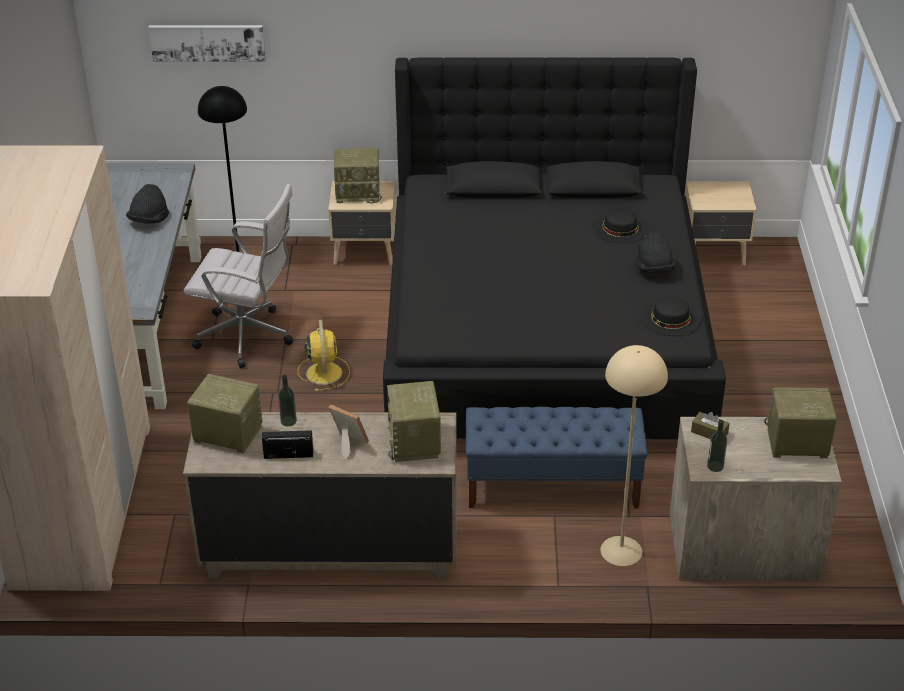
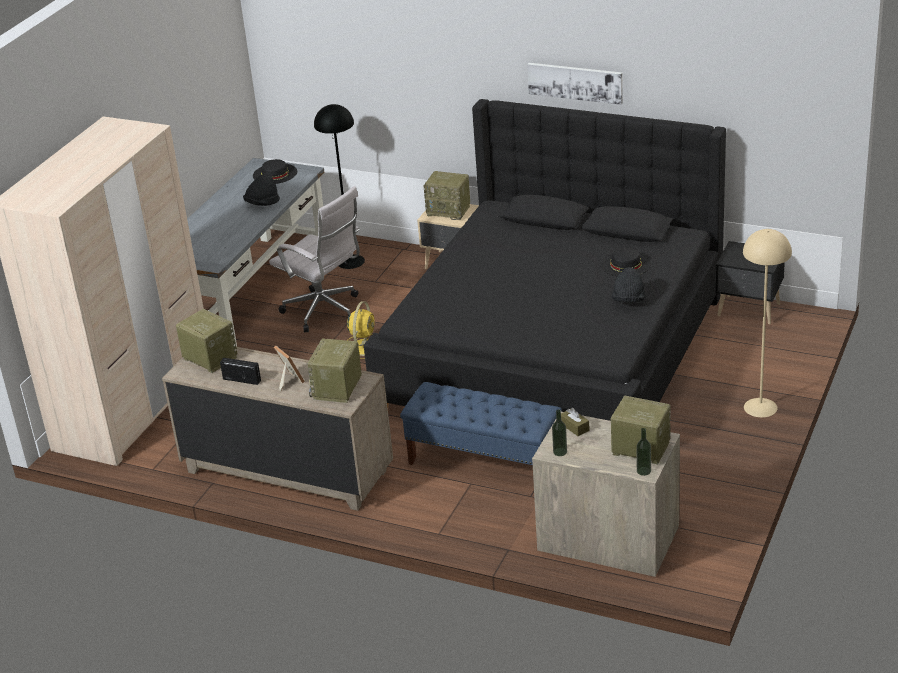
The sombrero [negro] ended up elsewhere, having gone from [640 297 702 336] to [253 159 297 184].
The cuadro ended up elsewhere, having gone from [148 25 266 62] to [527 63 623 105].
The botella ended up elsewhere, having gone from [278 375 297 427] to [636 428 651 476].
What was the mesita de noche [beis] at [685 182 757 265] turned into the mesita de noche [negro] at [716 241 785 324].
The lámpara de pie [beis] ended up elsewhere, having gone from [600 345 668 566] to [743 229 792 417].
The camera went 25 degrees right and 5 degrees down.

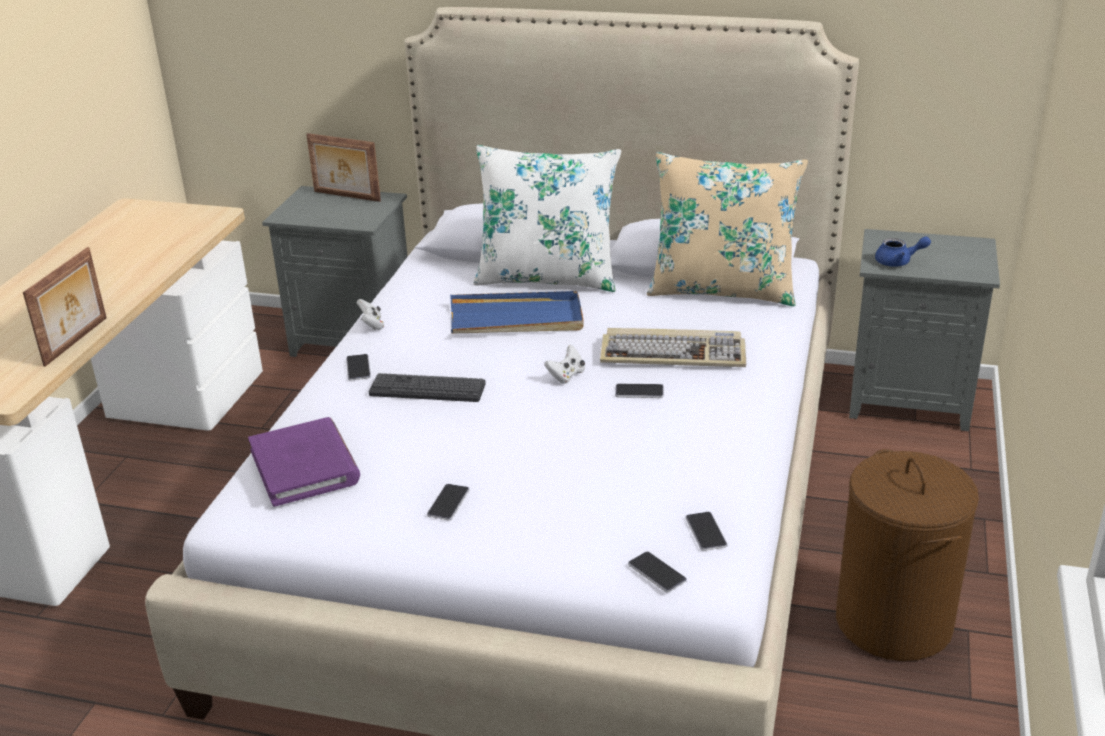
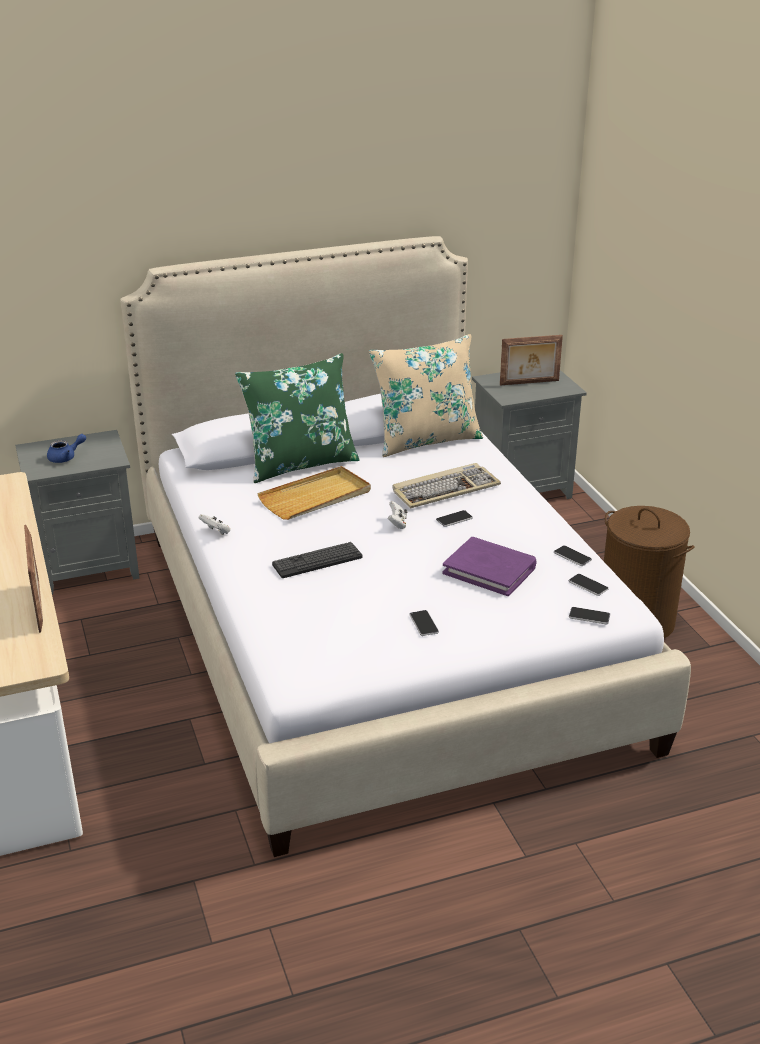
The tetera [azul] ended up elsewhere, having gone from [875 236 931 267] to [47 434 86 463].
What was the cojín [blanco] at [473 145 621 292] turned into the cojín [verde] at [235 353 360 483].
What was the bandeja [azul] at [450 291 584 334] turned into the bandeja [beis] at [257 466 371 520].
The libro [morado] ended up elsewhere, having gone from [248 417 360 507] to [442 537 537 596].
The portarretratos ended up elsewhere, having gone from [306 133 381 202] to [500 335 563 385].
The móvil ended up elsewhere, having gone from [346 354 371 381] to [554 545 592 566].
The camera went 35 degrees left and 0 degrees up.

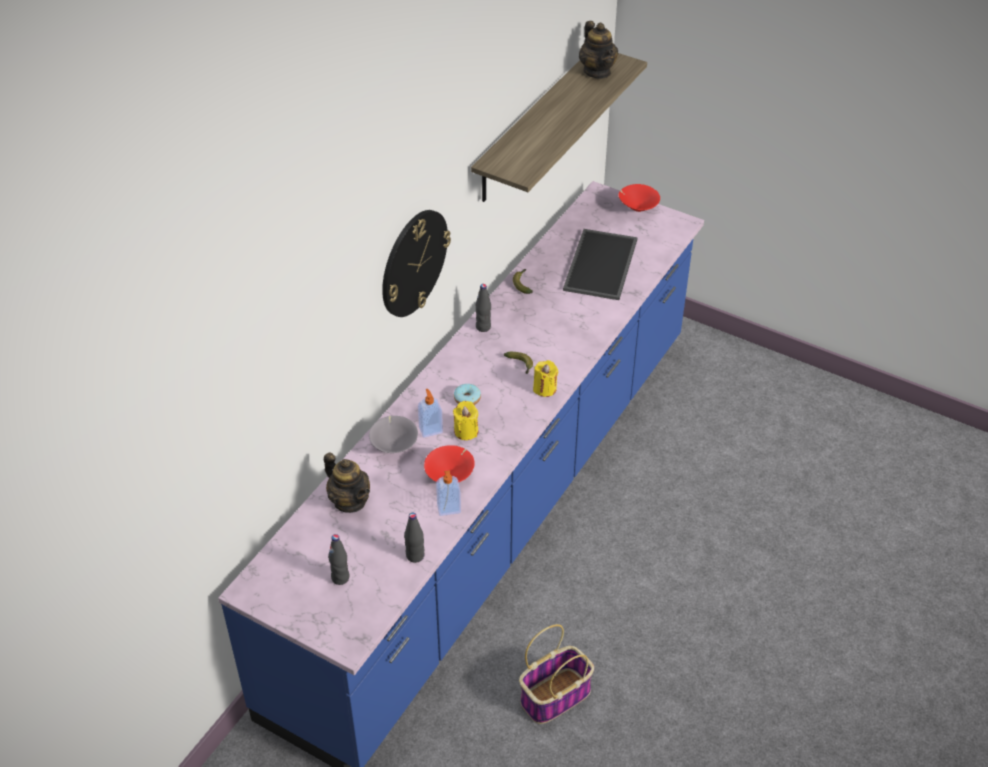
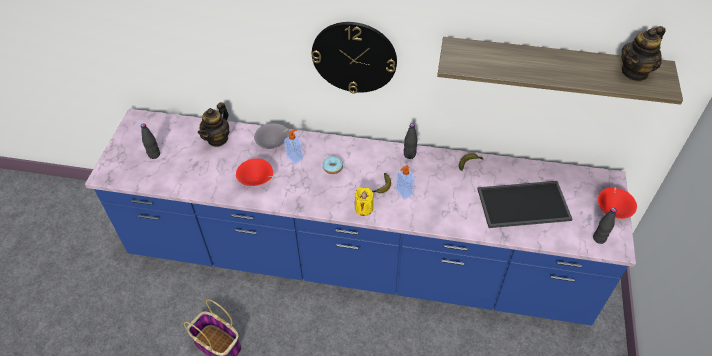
The dispensador de jabón ended up elsewhere, having gone from [436 470 461 516] to [396 165 414 200].
The botella [negro] ended up elsewhere, having gone from [404 513 424 563] to [593 208 617 244].
The second view lost the vela [amarillo] at [453 401 478 440].
The camera went 70 degrees right and 5 degrees up.

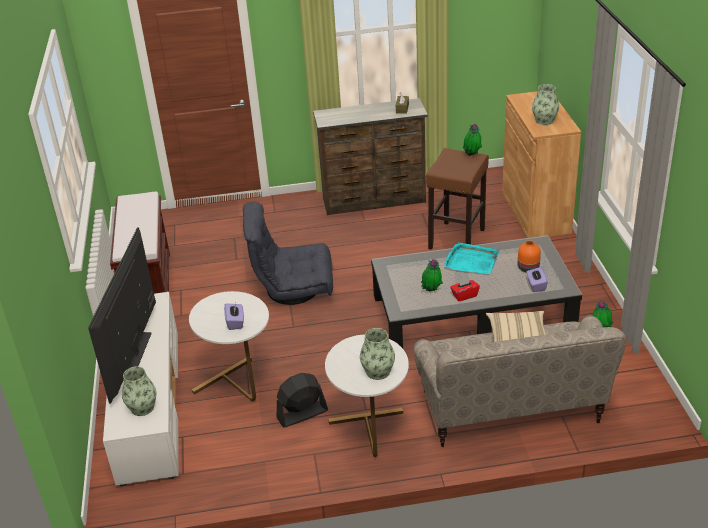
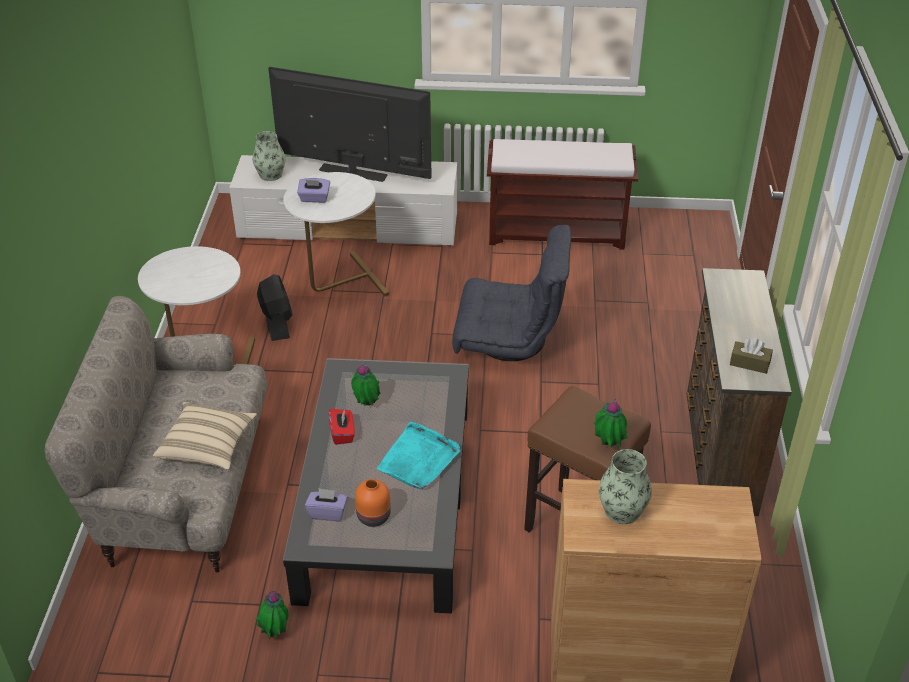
The sillón [gris] at [243 202 333 305] ended up facing another way, 90 degrees clockwise from before.
The second view lost the florero at [360 328 395 380].
The camera went 100 degrees right and 5 degrees up.

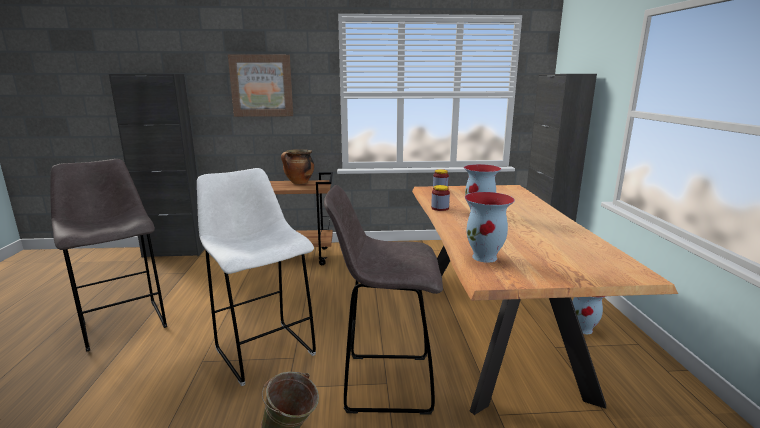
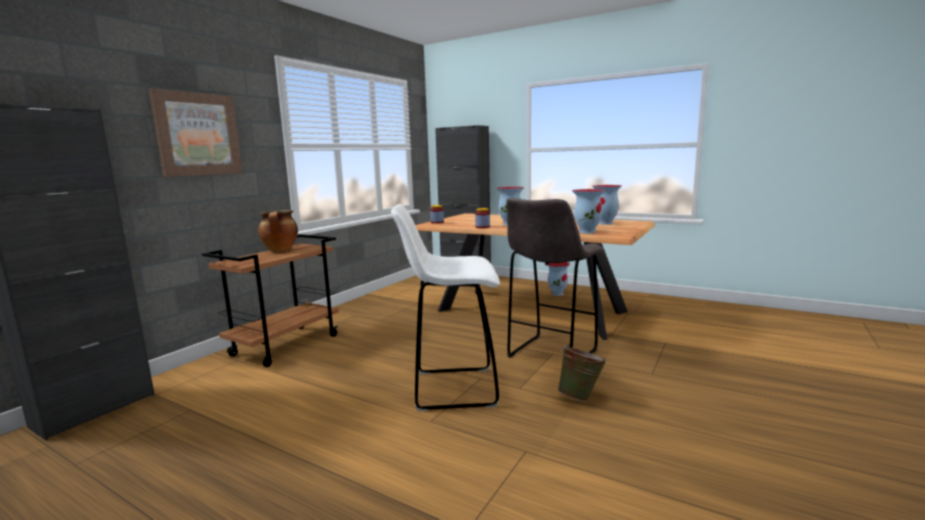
The second view gained the florero at [592 185 622 225].
The second view lost the taburete [gris] at [50 159 167 352].
The camera went 55 degrees left and 5 degrees down.

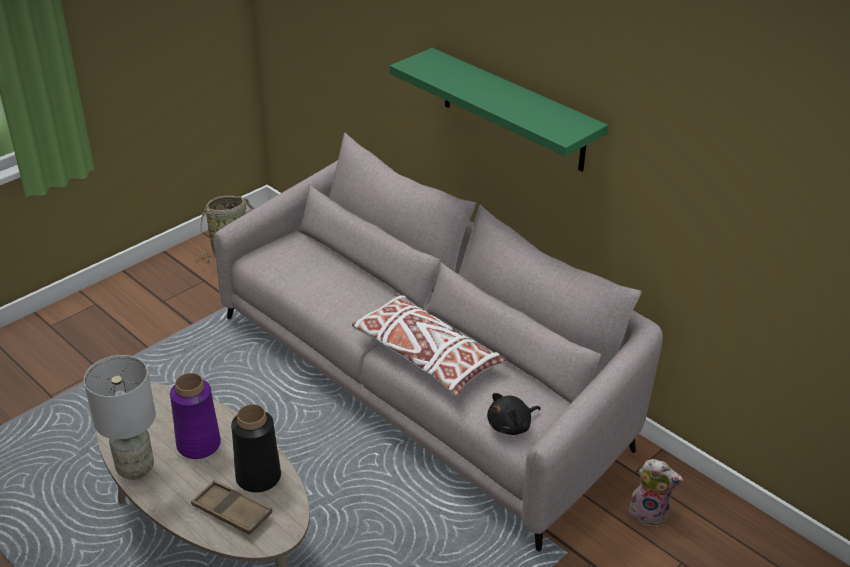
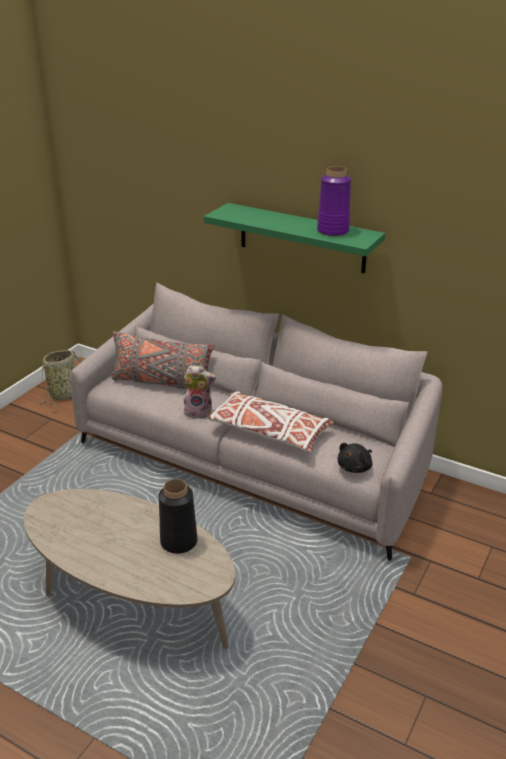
The second view gained the cojín [gris] at [112 331 214 389].
The peluche ended up elsewhere, having gone from [629 459 683 526] to [184 365 216 419].
The florero [morado] ended up elsewhere, having gone from [170 373 221 459] to [317 166 351 236].
The second view lost the lámpara de mesa [gris] at [84 355 156 480].
The second view lost the bandeja [marrón] at [191 480 273 535].
The camera went 15 degrees left and 5 degrees down.

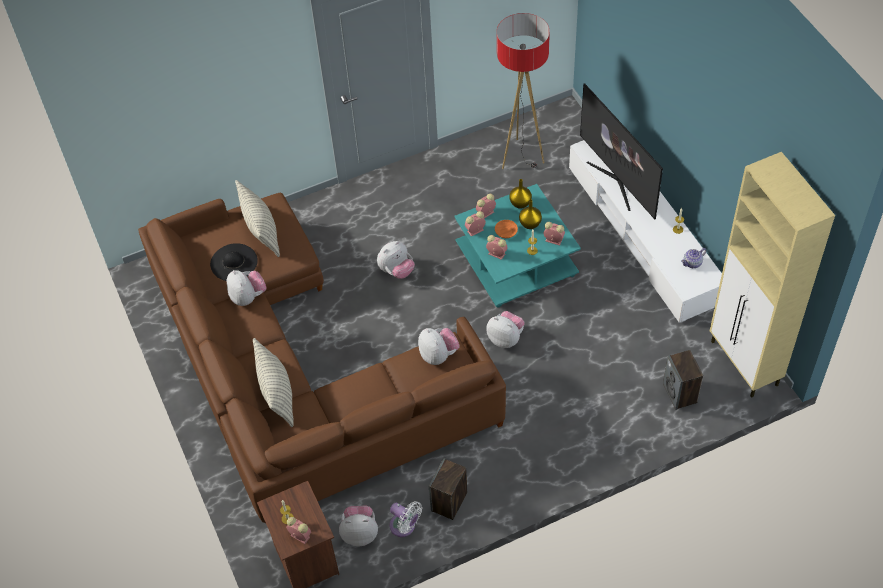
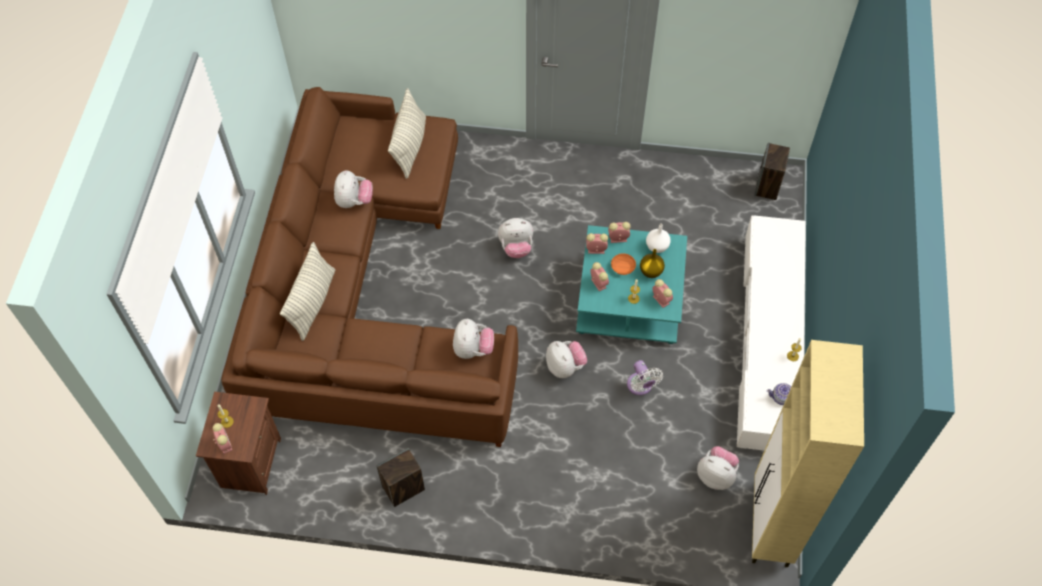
The ventilador [blanco] ended up elsewhere, having gone from [389 501 422 537] to [627 360 663 396].
What was the florero [amarillo] at [509 179 532 209] turned into the florero [blanco] at [646 224 671 253].
The peluche ended up elsewhere, having gone from [339 505 378 546] to [697 446 739 490].
The altavoz ended up elsewhere, having gone from [663 350 703 410] to [754 143 790 200].
The second view lost the sombrero [negro] at [210 243 258 281].
The second view lost the lámpara de pie at [497 13 550 169].
The second view lost the televisor at [580 83 663 219].
The camera went 30 degrees right and 5 degrees up.

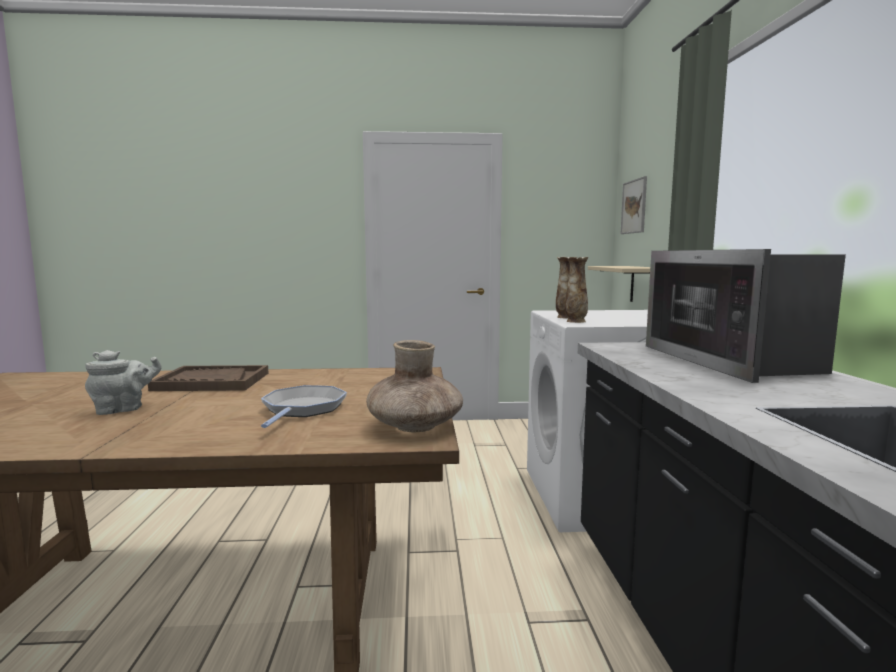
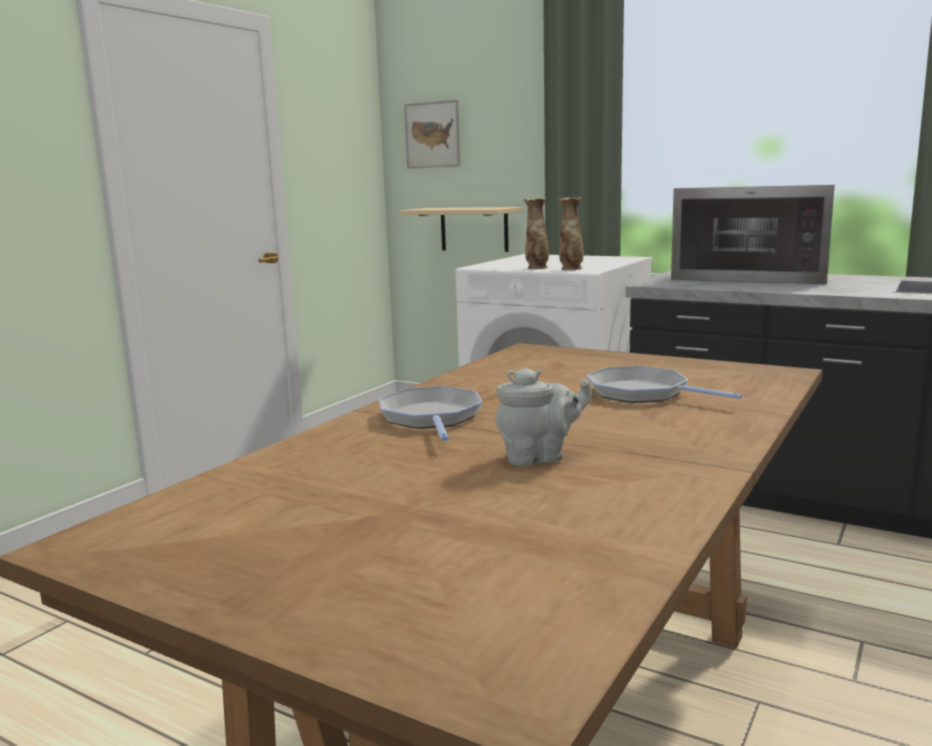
Where the bandeja [marrón] stood at [148 365 268 391], the sartén came to stand at [379 386 482 441].
The tetera [gris] at [85 350 162 415] ended up facing another way, 75 degrees clockwise from before.
The second view lost the florero [marrón] at [366 340 463 432].
The camera went 55 degrees left and 5 degrees up.

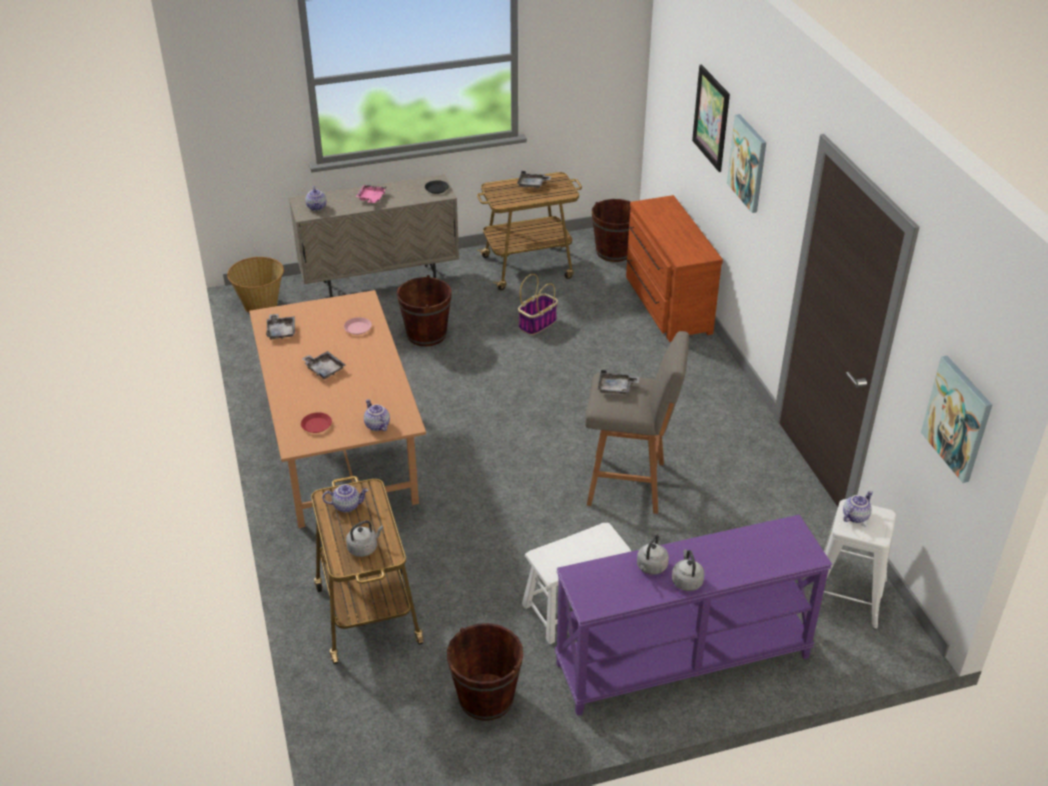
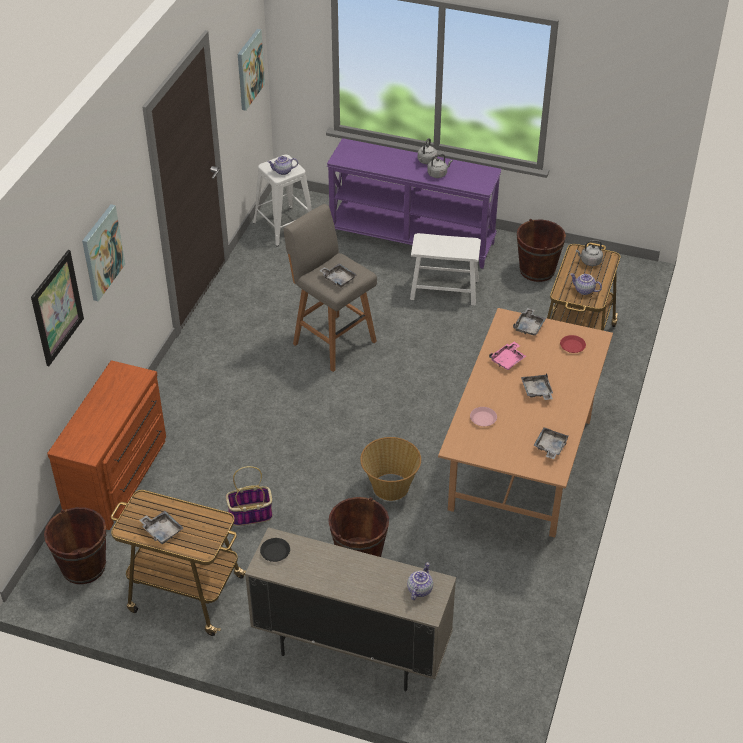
The cesta ended up elsewhere, having gone from [227 257 284 313] to [360 437 421 501].
The bandeja [rosa] ended up elsewhere, having gone from [356 185 386 203] to [489 342 526 370].
Where the tetera stood at [364 399 390 431], the bandeja [gris] came to stand at [513 308 546 336].
The camera went 145 degrees left and 5 degrees up.

